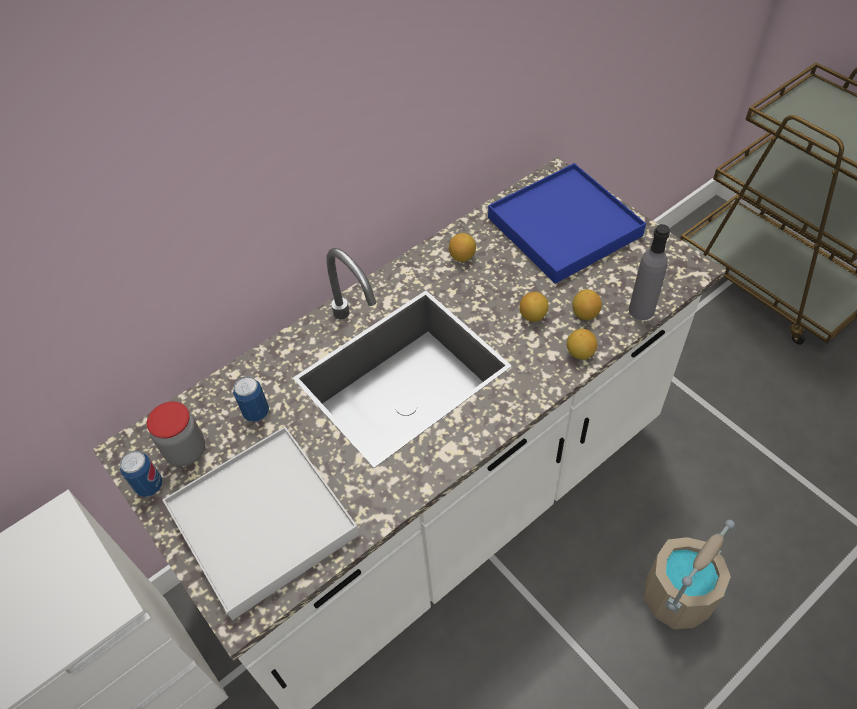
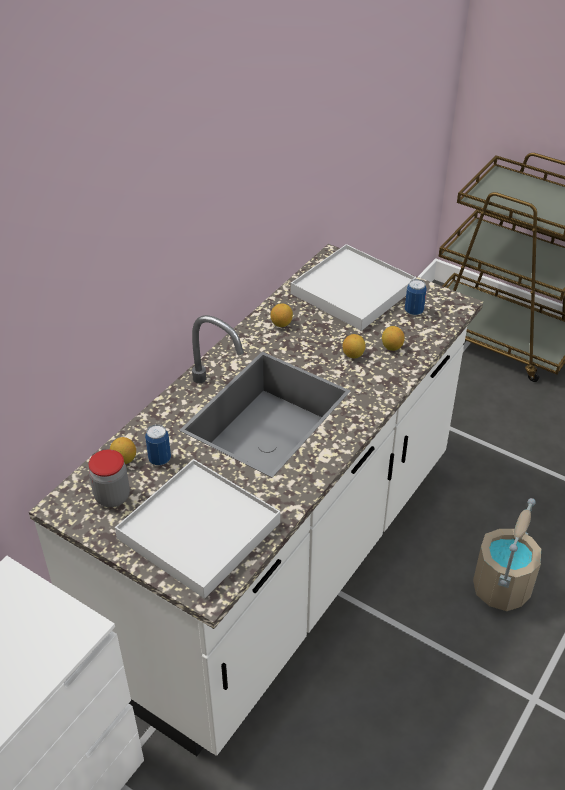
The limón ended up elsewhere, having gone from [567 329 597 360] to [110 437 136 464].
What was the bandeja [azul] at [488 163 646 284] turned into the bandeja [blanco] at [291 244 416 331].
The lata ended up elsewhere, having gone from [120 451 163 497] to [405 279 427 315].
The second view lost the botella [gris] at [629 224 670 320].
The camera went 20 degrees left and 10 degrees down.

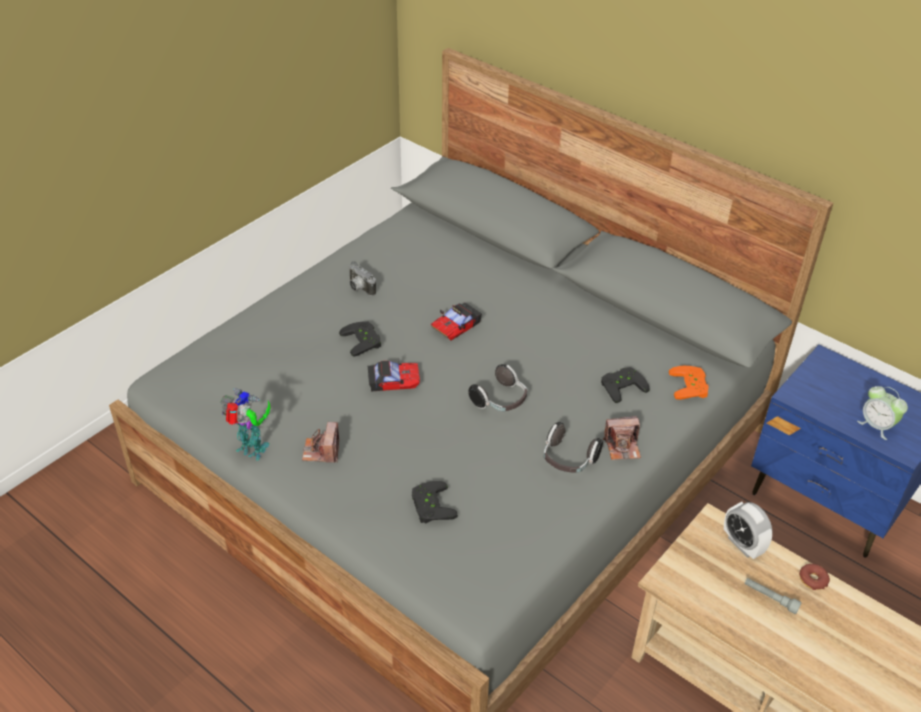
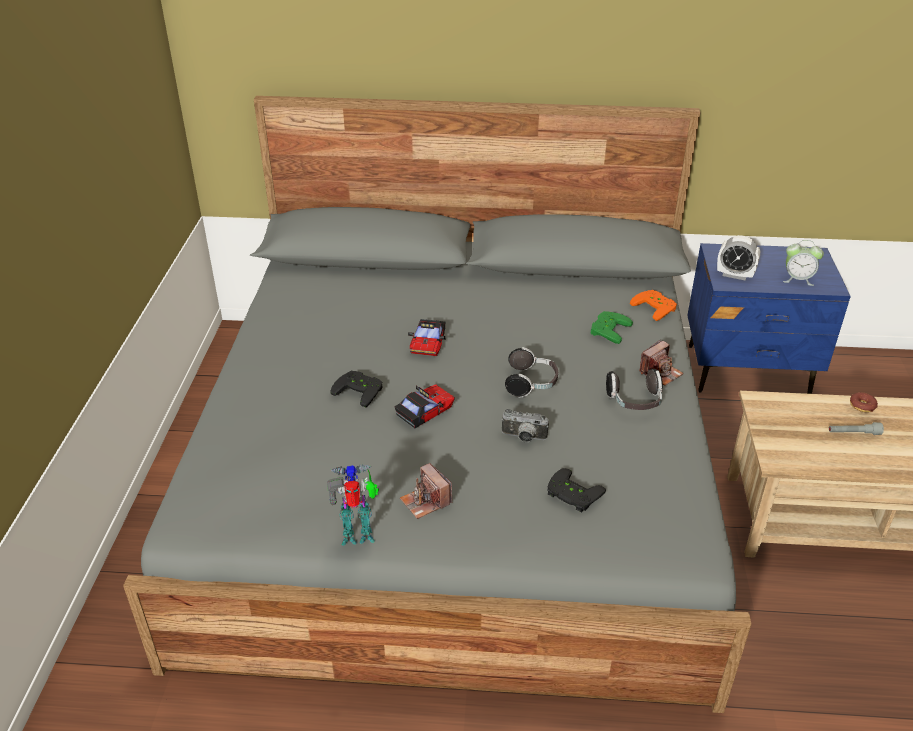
The cámara ended up elsewhere, having gone from [349 261 376 296] to [501 409 549 442].
What was the mando de consola [negro] at [601 367 650 403] turned into the mando de consola [verde] at [590 311 633 344].
The despertador ended up elsewhere, having gone from [724 502 772 559] to [717 235 760 281].
The camera went 35 degrees left and 5 degrees down.

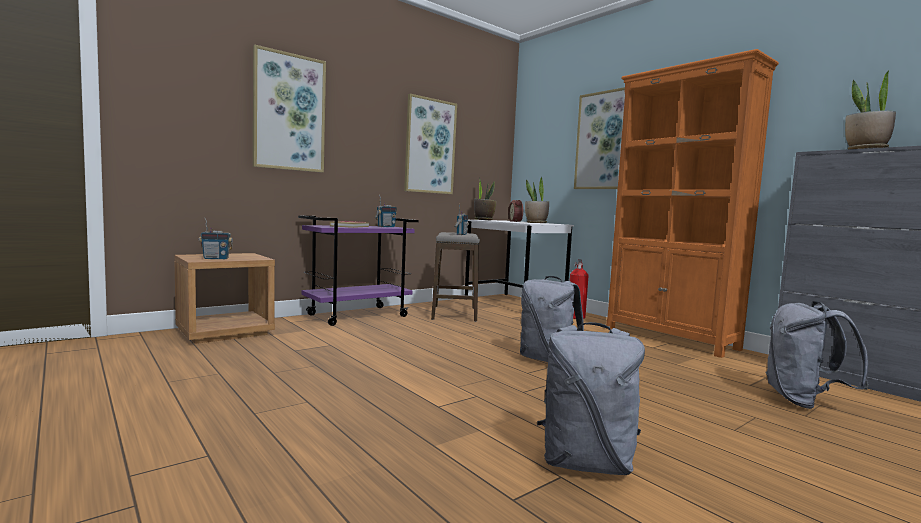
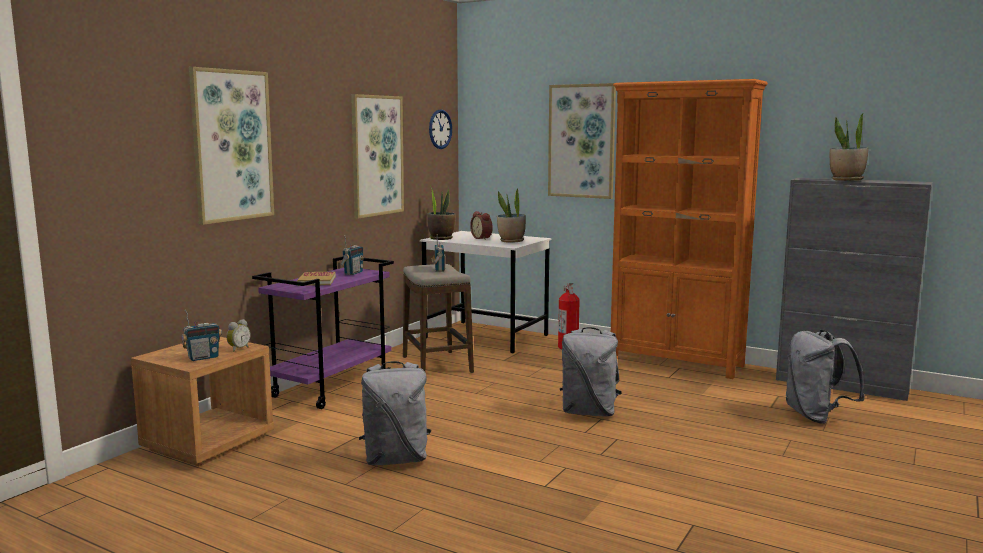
The second view gained the despertador at [226 319 251 352].
The mochila [gris] ended up elsewhere, having gone from [537 322 645 475] to [359 361 431 465].
The second view gained the reloj de pared at [429 109 452 149].
The camera went 20 degrees left and 5 degrees up.

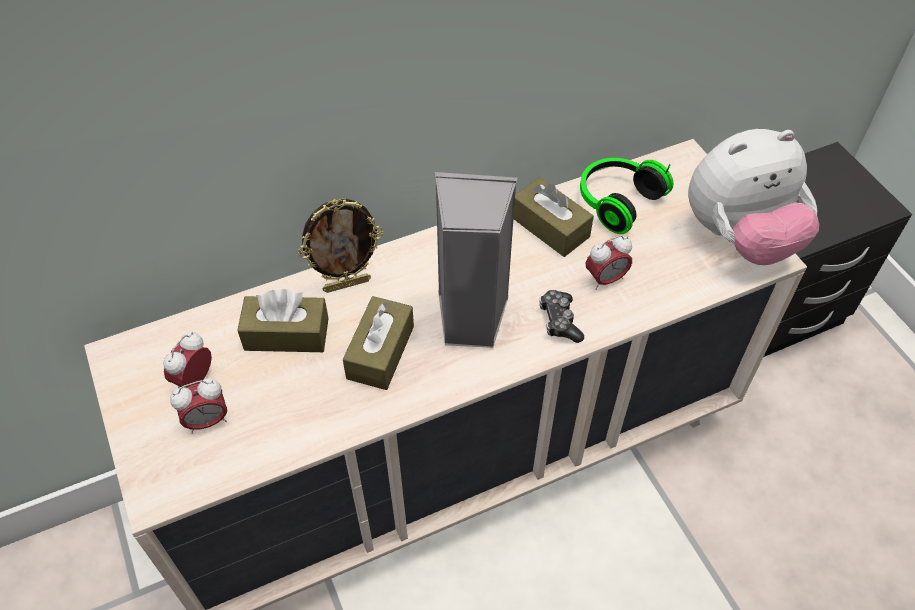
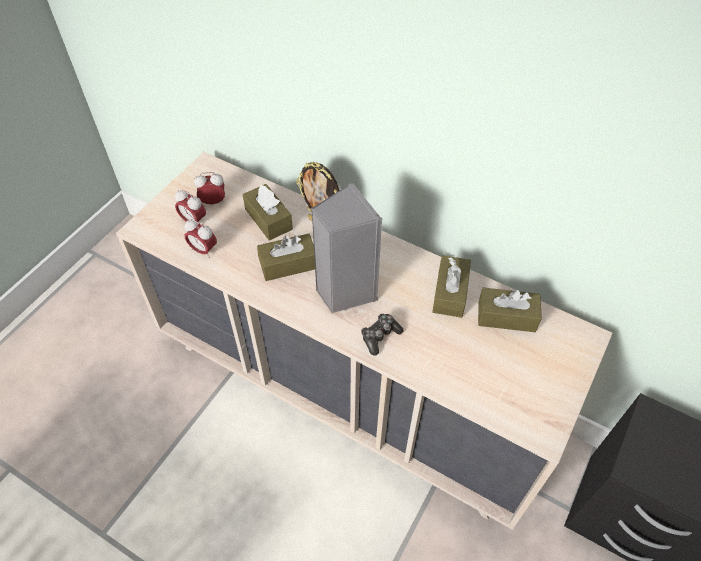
The despertador ended up elsewhere, having gone from [586 235 632 290] to [184 219 217 258].
Where the auriculares stood at [580 158 673 234], the caja de pañuelos [marrón] came to stand at [478 288 542 332].
The second view lost the peluche at [688 129 819 265].
The camera went 55 degrees right and 0 degrees up.

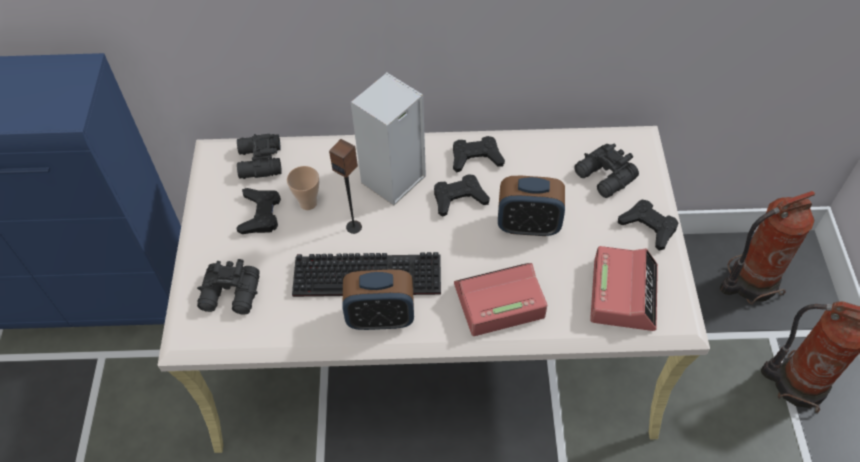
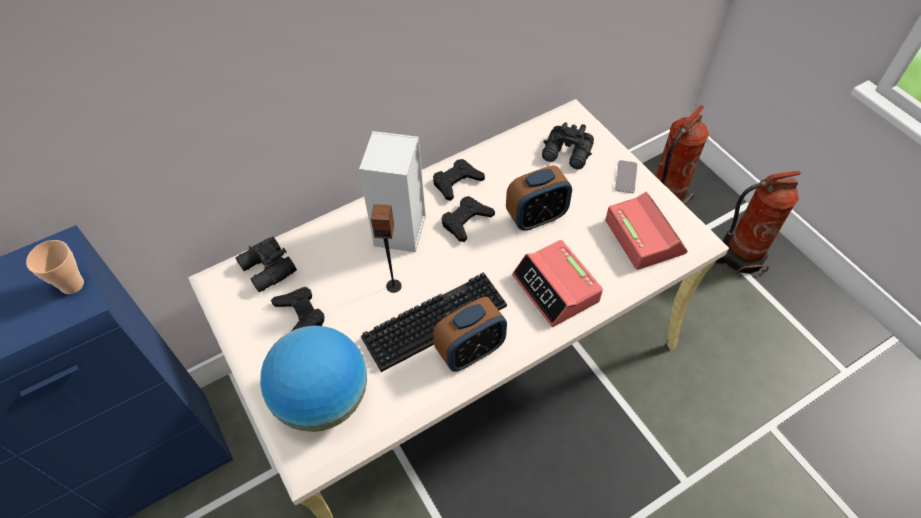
The taza ended up elsewhere, having gone from [287 166 319 210] to [26 240 84 294].
Where the prismáticos [negro] stood at [197 259 260 314], the globo terráqueo came to stand at [260 326 367 432].
The despertador at [454 263 547 336] ended up facing another way, 75 degrees counterclockwise from before.
Where the mando de consola [negro] stood at [618 200 678 250], the móvil came to stand at [615 160 638 193].
The camera went 30 degrees left and 0 degrees up.

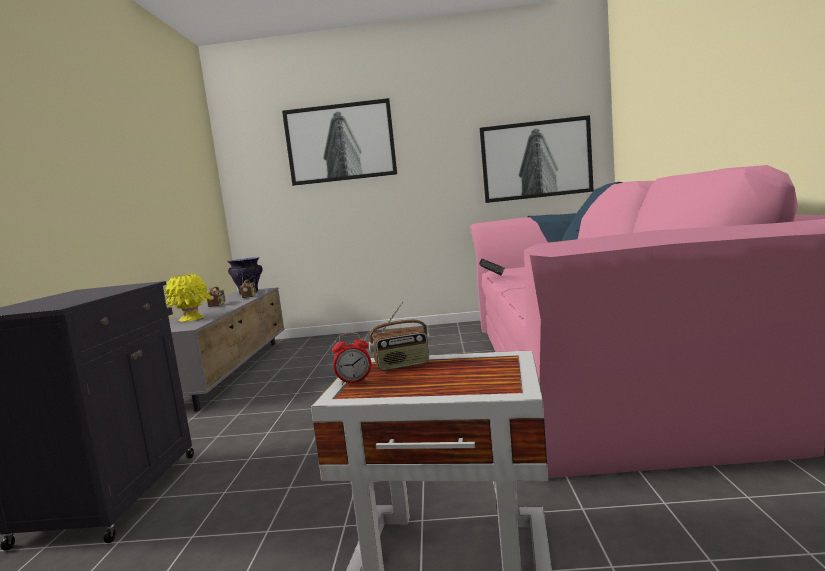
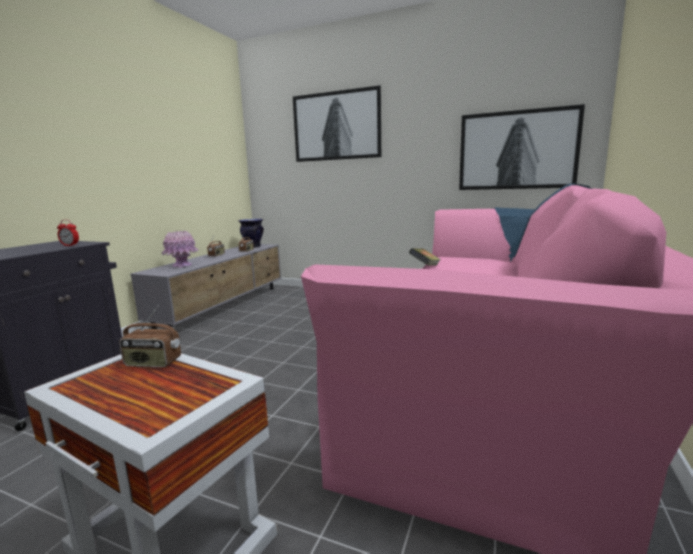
The despertador ended up elsewhere, having gone from [332 332 371 385] to [57 220 79 246].
What was the florero [amarillo] at [165 273 213 322] turned into the florero [rosa] at [161 231 199 267].
The camera went 20 degrees right and 5 degrees up.

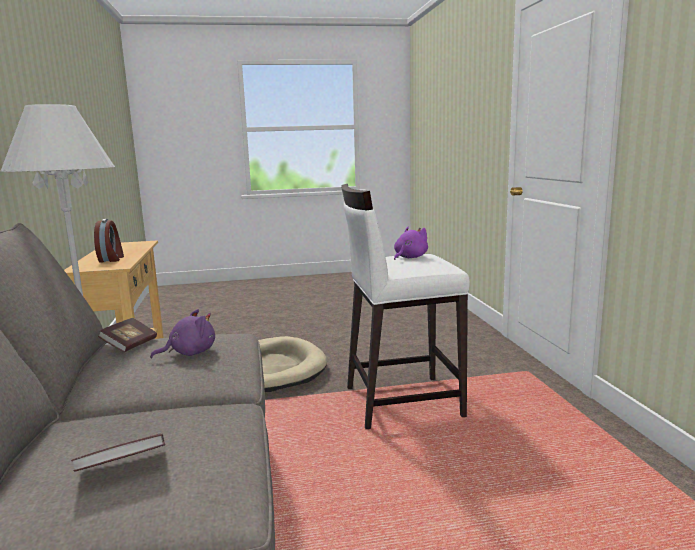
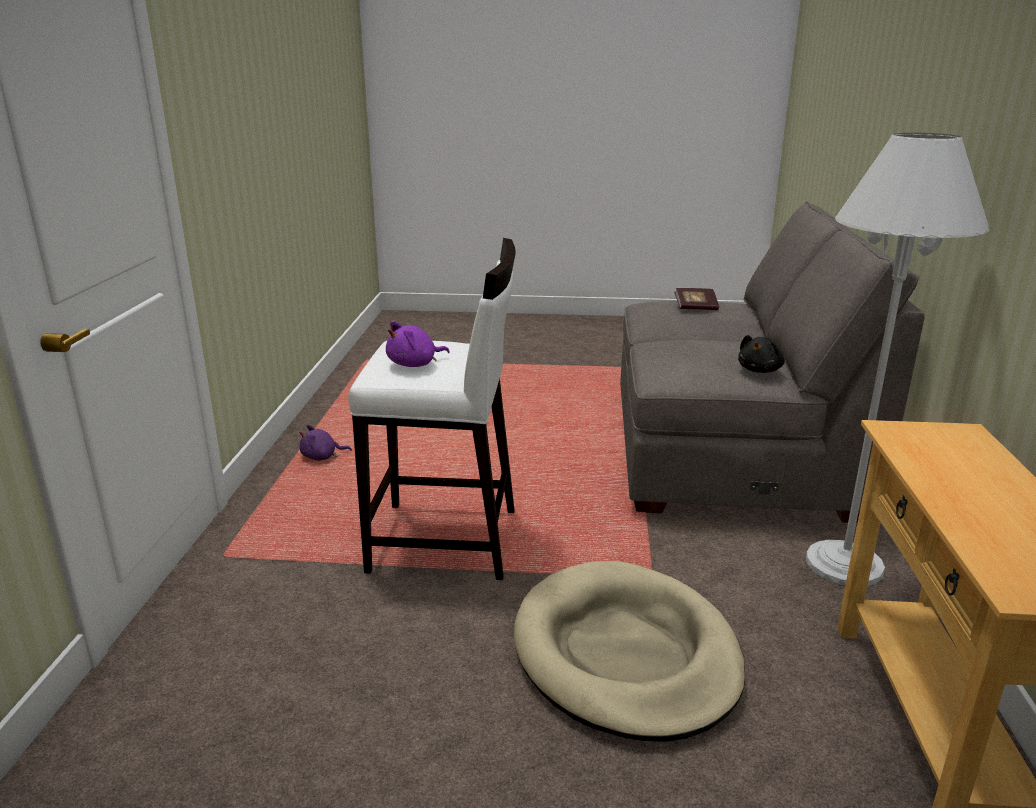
The peluche [morado] ended up elsewhere, having gone from [150 309 215 358] to [299 424 352 460].
Where the libro stood at [98 318 157 352], the peluche [negro] came to stand at [738 335 785 373].
The second view lost the despertador at [94 219 124 263].
The camera went 165 degrees left and 10 degrees up.

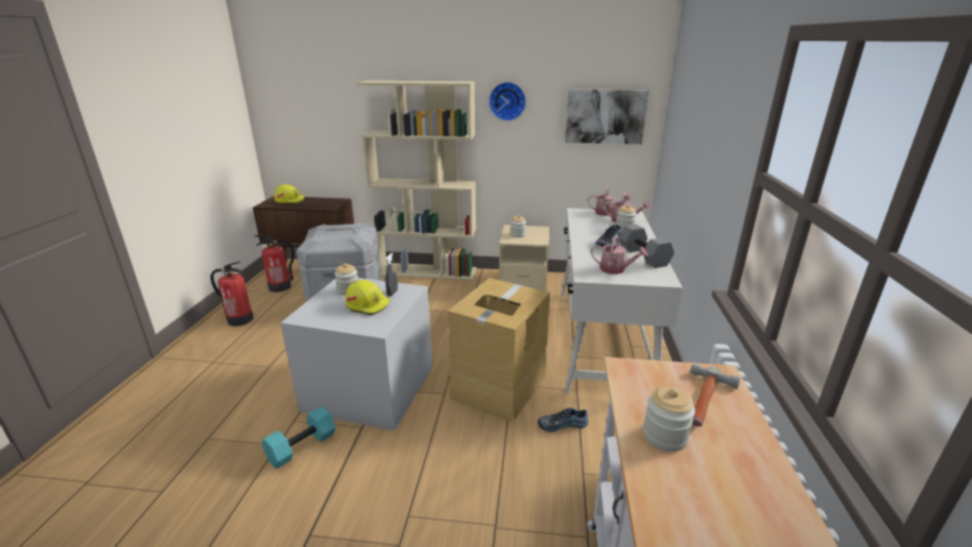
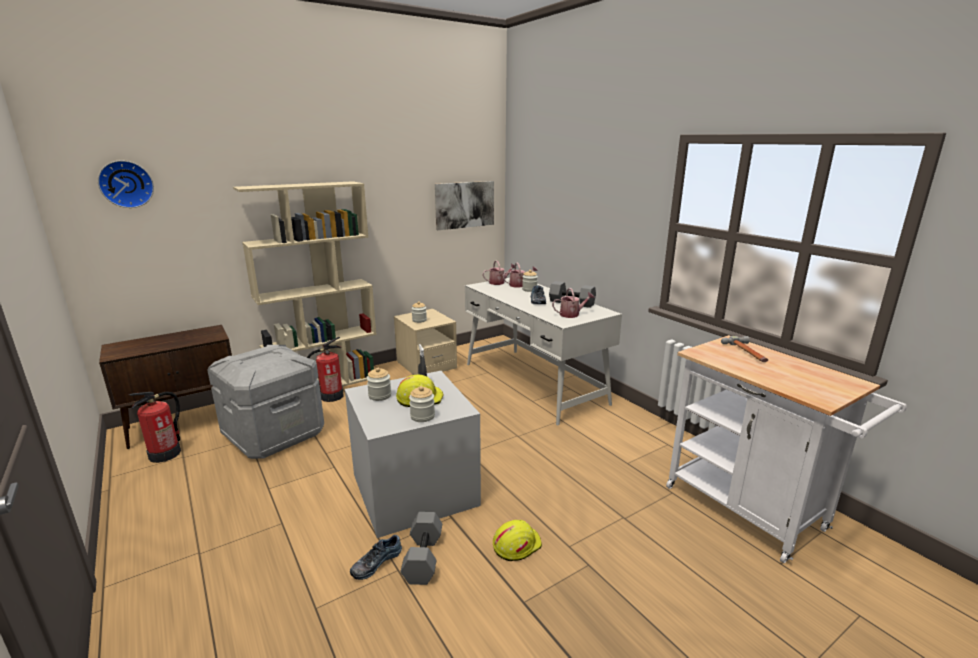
The reloj de pared ended up elsewhere, having gone from [489 82 526 121] to [98 160 154 208].
The extintor ended up elsewhere, having gone from [210 261 254 326] to [307 337 343 402].
The zapato ended up elsewhere, having gone from [538 407 589 432] to [350 535 402 580].
What was the mancuerna [turquesa] at [262 406 336 469] turned into the mancuerna [gris] at [400 512 442 585].
The tarro ended up elsewhere, having gone from [643 386 695 452] to [409 386 435 422].
The casco [amarillo] ended up elsewhere, having gone from [274 184 304 204] to [493 520 542 561].
The second view lost the caja de cartón at [448 278 550 422].
The camera went 40 degrees left and 5 degrees down.

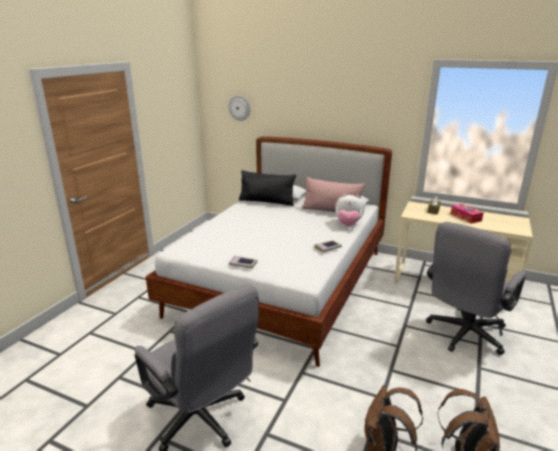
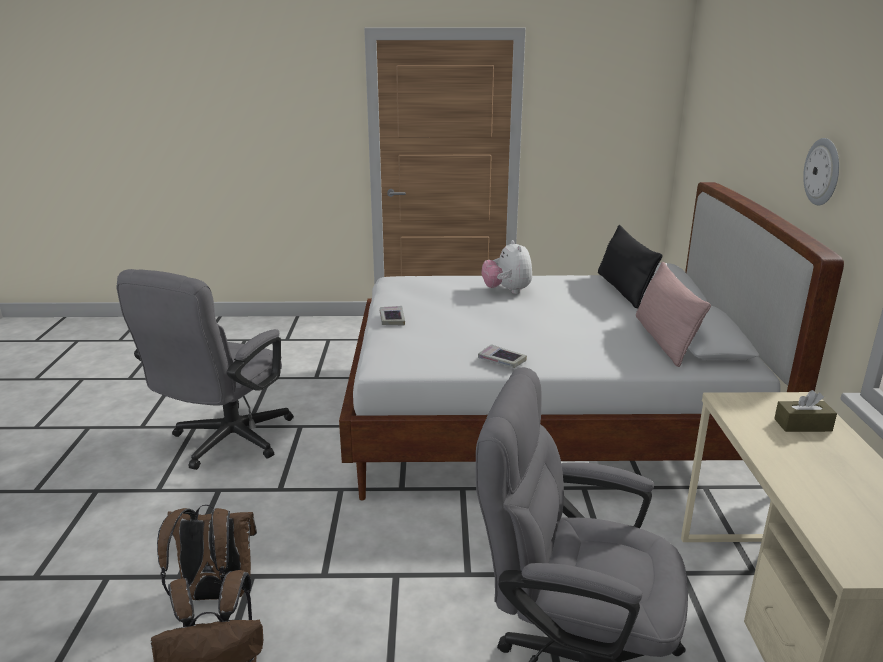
The peluche ended up elsewhere, having gone from [335 194 364 226] to [481 240 532 294].
The reloj de pared ended up elsewhere, having gone from [228 95 250 121] to [803 138 839 205].
The second view lost the caja de pañuelos at [451 204 484 224].
The camera went 65 degrees right and 0 degrees up.

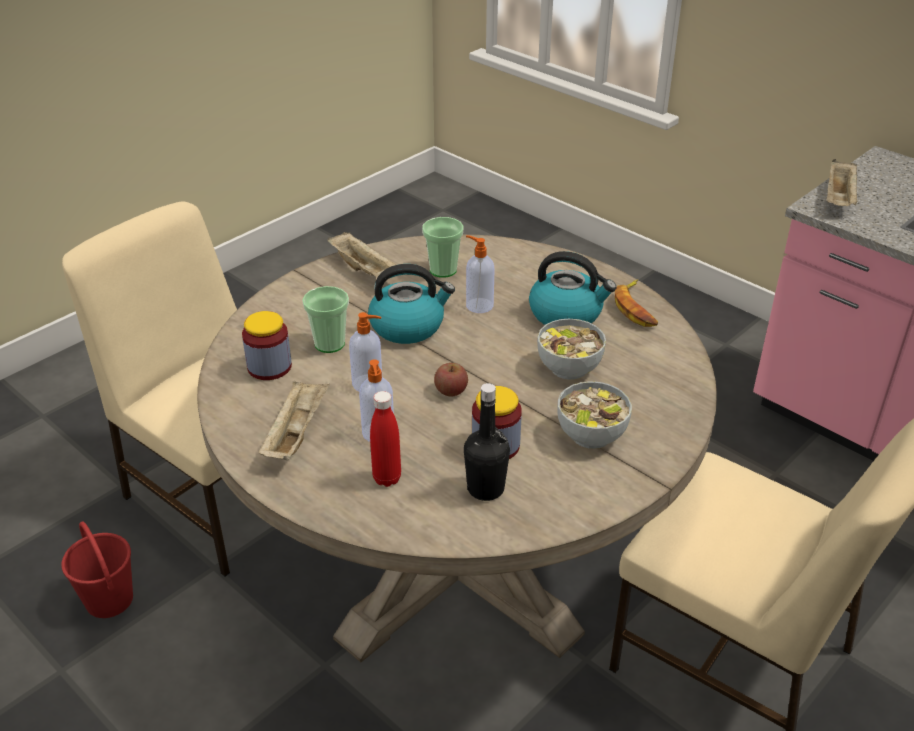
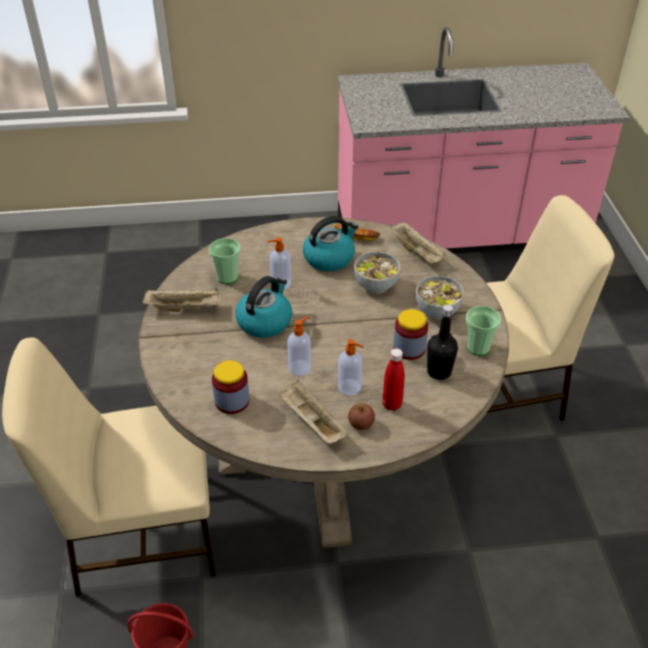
The manzana ended up elsewhere, having gone from [434 363 468 396] to [348 403 375 430].
The bandeja [beis] ended up elsewhere, having gone from [827 159 858 206] to [389 221 445 264].
The taza ended up elsewhere, having gone from [302 286 349 353] to [466 306 501 356].
The camera went 50 degrees left and 5 degrees up.

